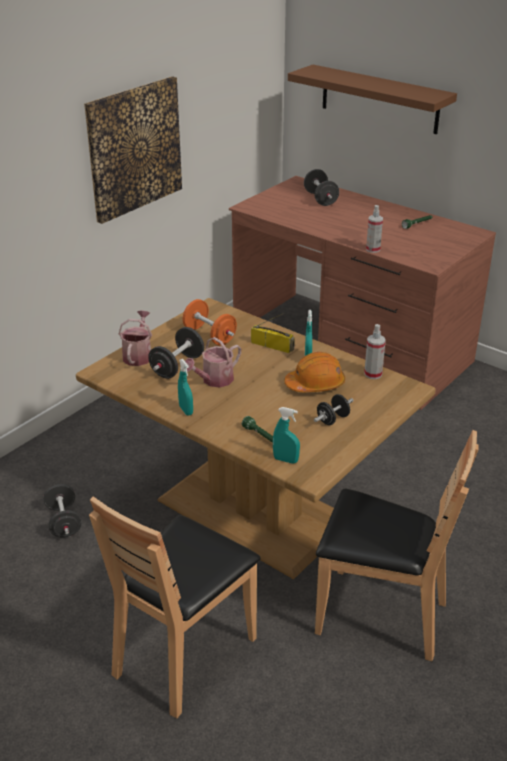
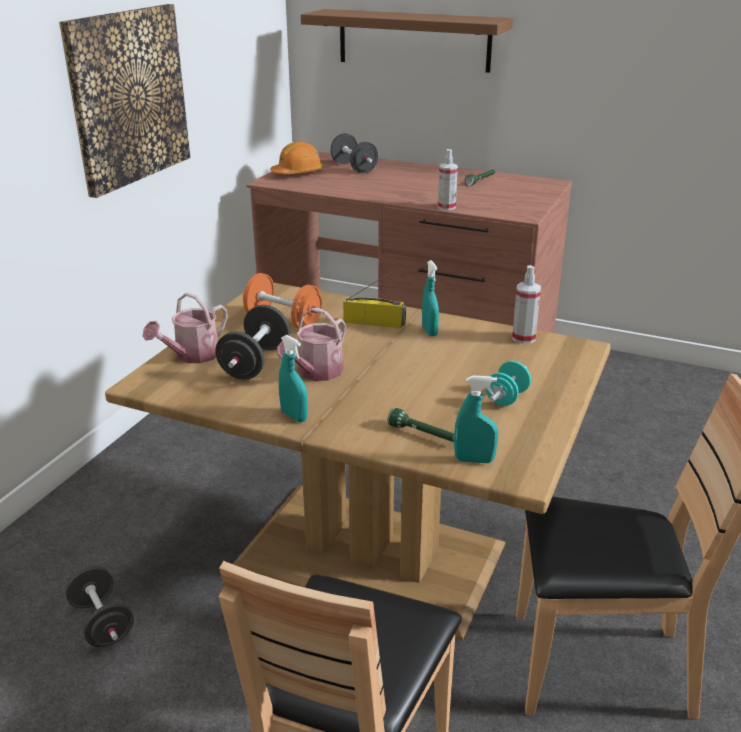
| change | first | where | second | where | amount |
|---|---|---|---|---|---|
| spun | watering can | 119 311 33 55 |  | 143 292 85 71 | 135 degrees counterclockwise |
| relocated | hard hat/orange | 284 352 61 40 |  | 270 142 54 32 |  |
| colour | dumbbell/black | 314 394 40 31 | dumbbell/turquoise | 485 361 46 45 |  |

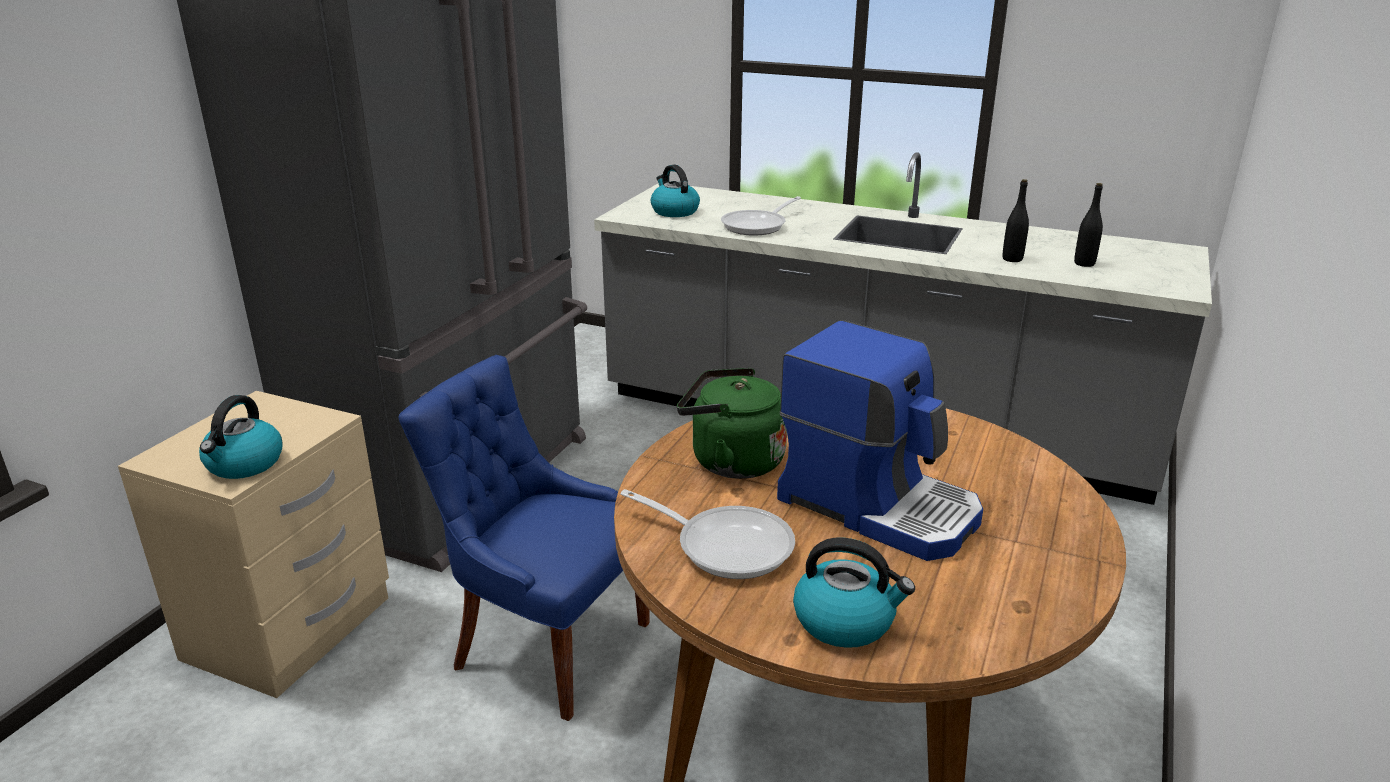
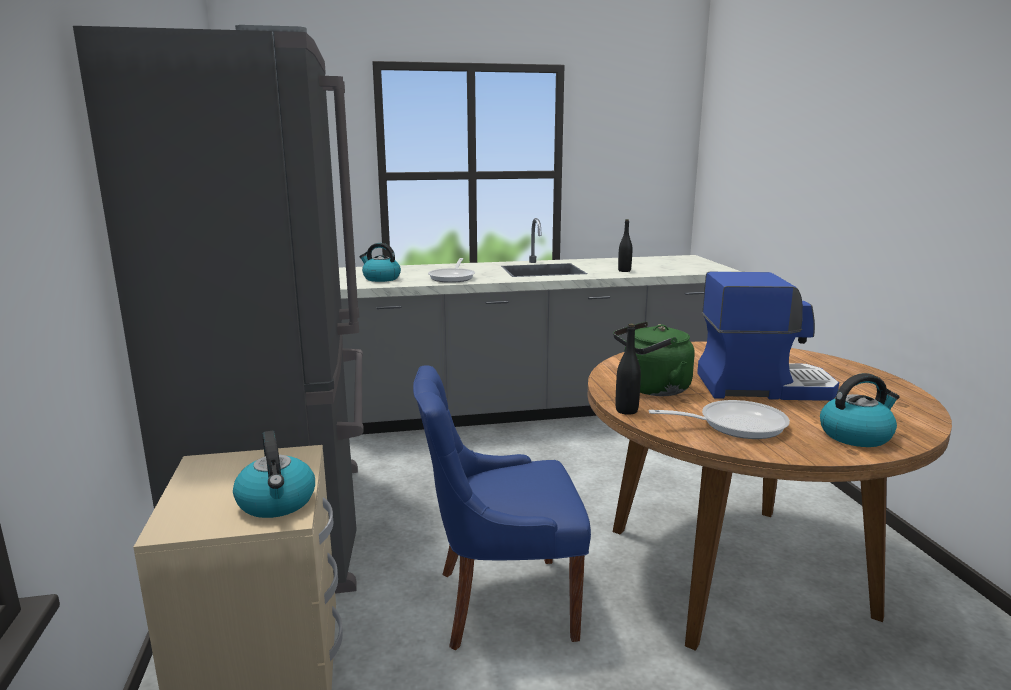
| change | first | where | second | where | amount |
|---|---|---|---|---|---|
| relocated | bottle/black | 1074 183 29 84 |  | 616 324 25 91 |  |

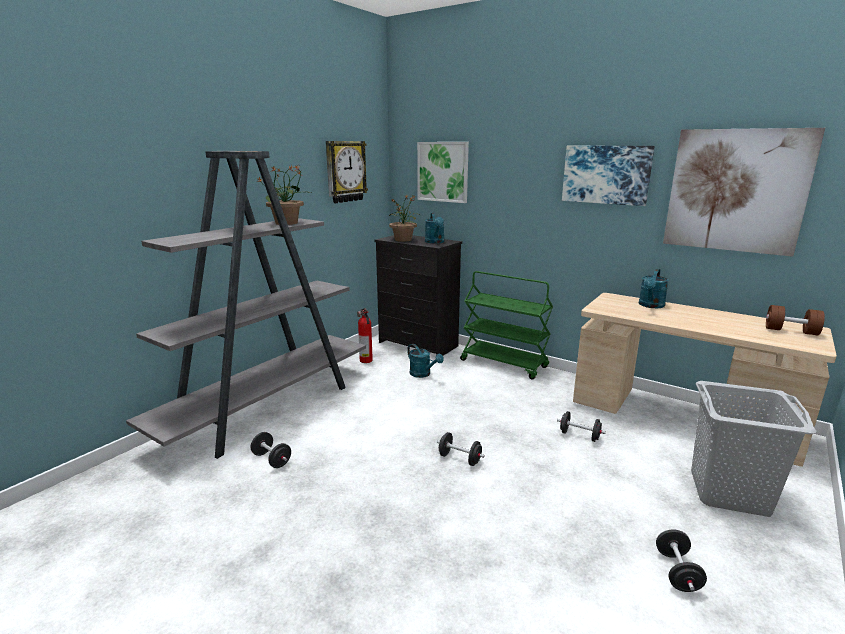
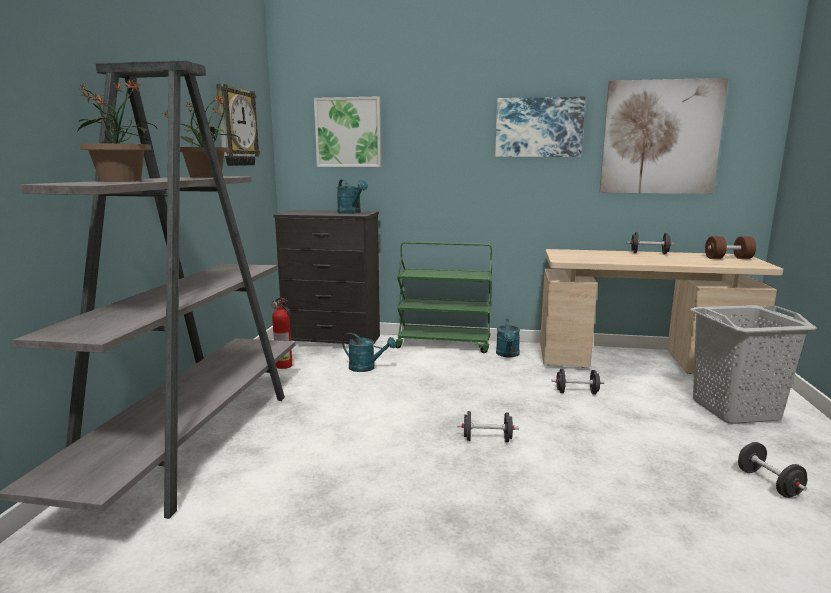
| change | first | where | second | where | amount |
|---|---|---|---|---|---|
| relocated | potted plant | 388 195 33 47 |  | 78 80 80 102 |  |
| relocated | watering can/turquoise | 639 269 30 39 |  | 496 319 24 39 |  |
| relocated | dumbbell/black | 251 432 40 36 |  | 627 232 48 22 |  |

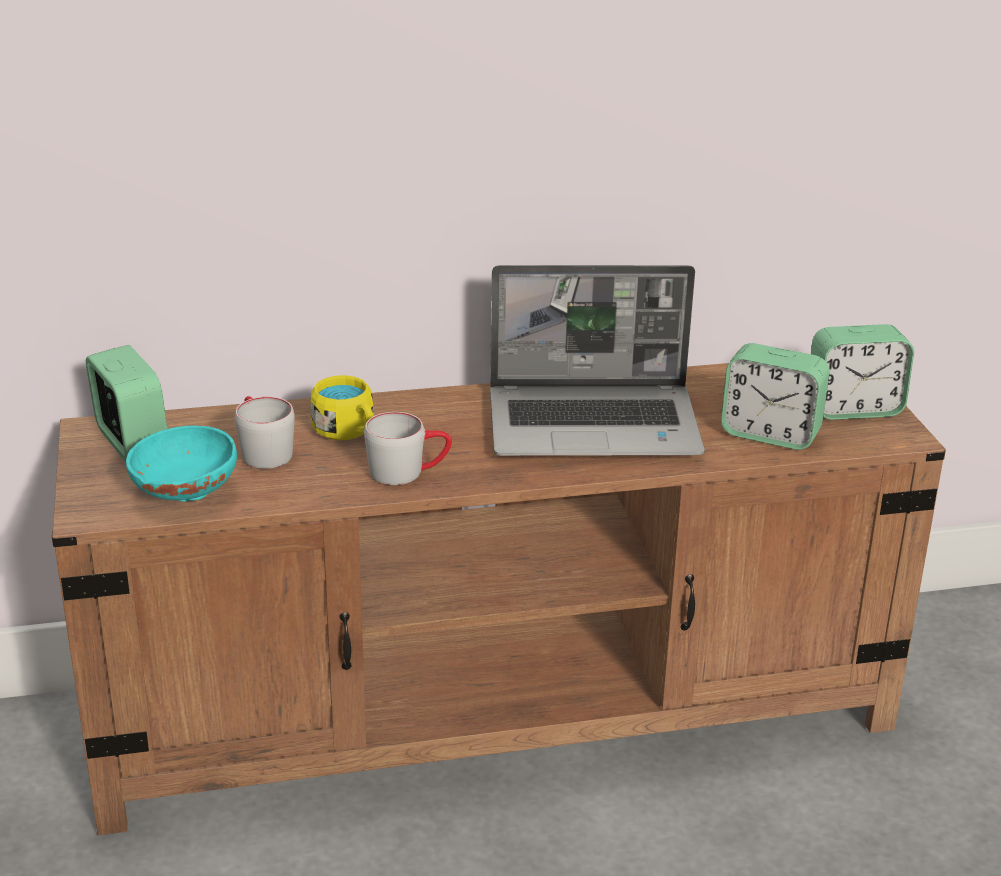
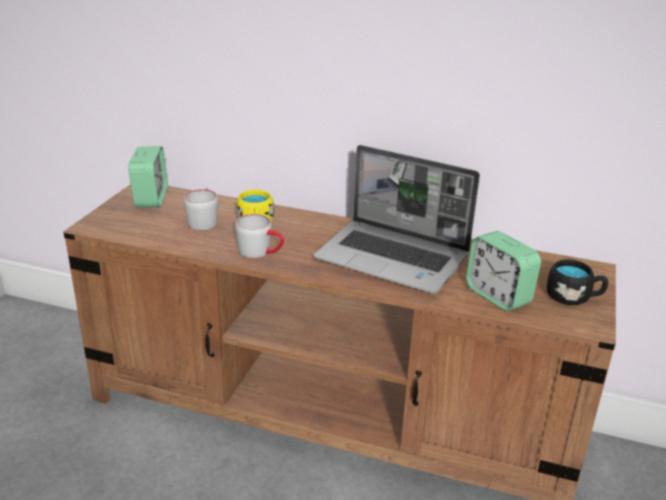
| change | first | where | second | where | amount |
|---|---|---|---|---|---|
| exchanged | alarm clock | 811 324 103 96 | mug/black | 547 259 61 46 |  |
| missing | bowl/turquoise | 126 425 111 77 |  |  |  |

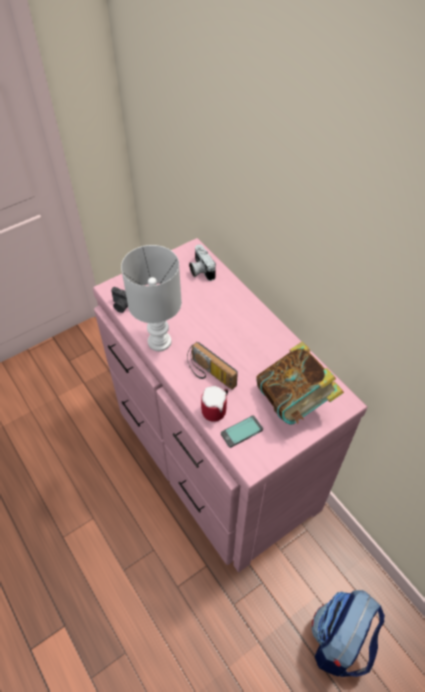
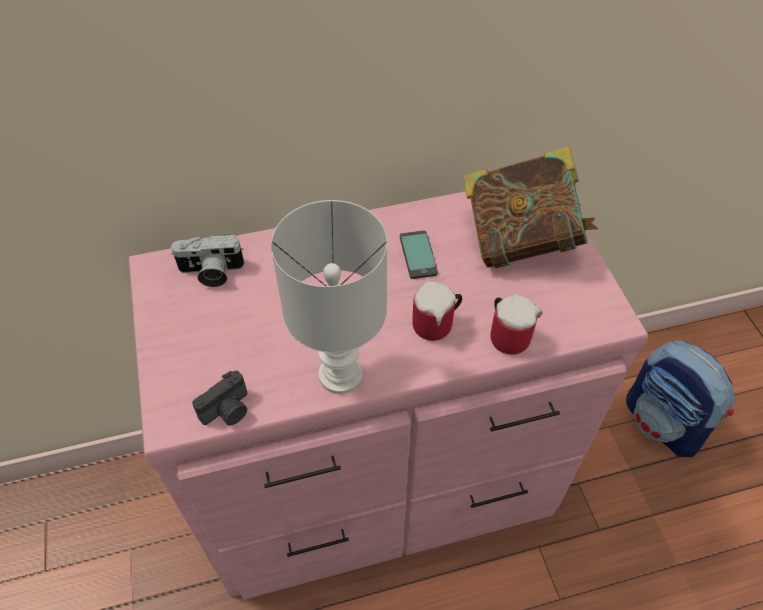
| change | first | where | second | where | amount |
|---|---|---|---|---|---|
| exchanged | radio | 187 342 51 48 | mug | 412 281 50 60 |  |
| relocated | phone | 221 415 42 33 |  | 400 230 38 49 |  |

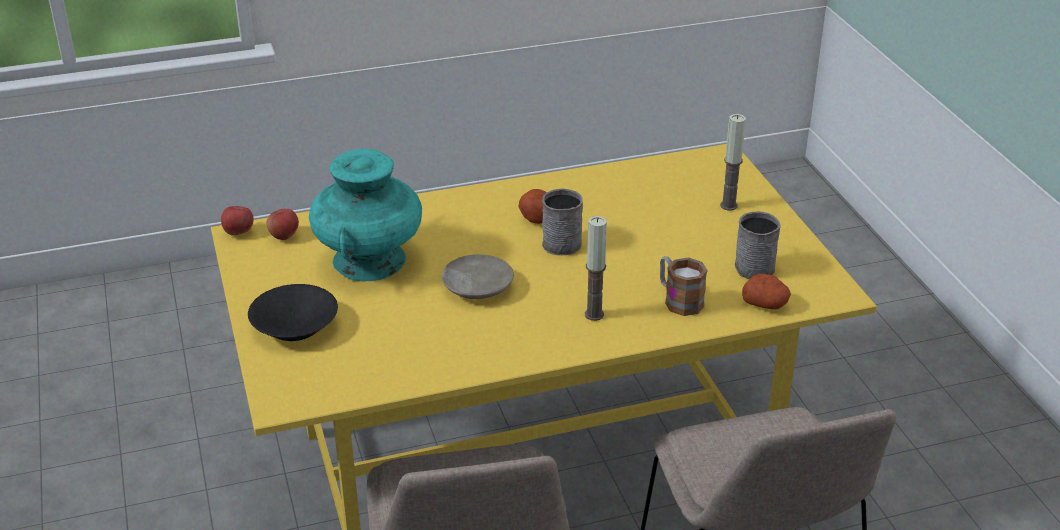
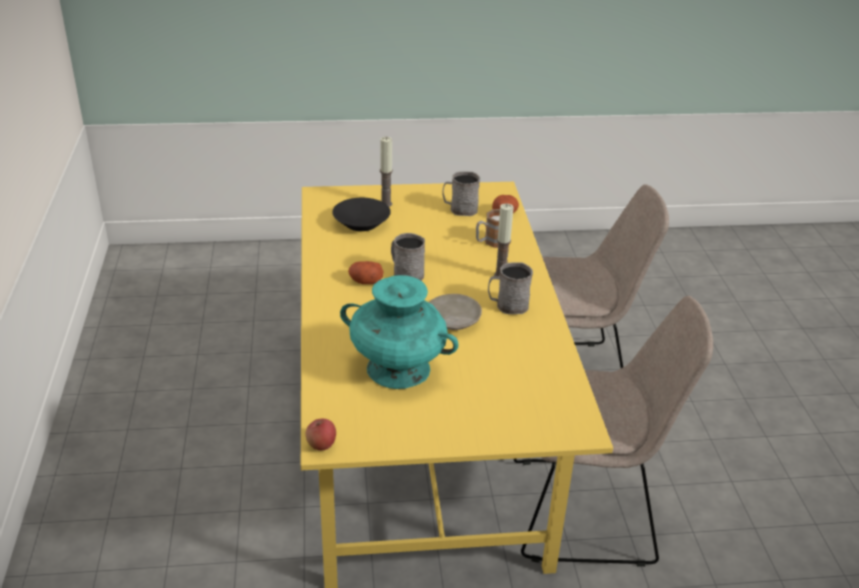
| change | first | where | second | where | amount |
|---|---|---|---|---|---|
| missing | apple | 267 209 32 31 |  |  |  |
| relocated | bowl/black | 248 284 90 57 |  | 332 198 59 33 |  |
| appeared |  |  | mug/grey | 488 262 45 52 |  |

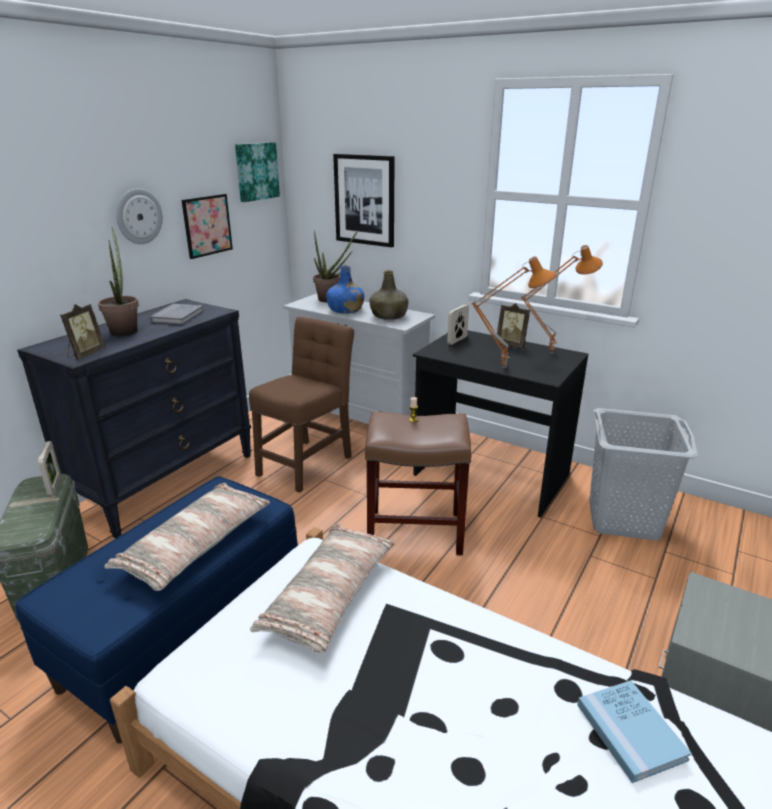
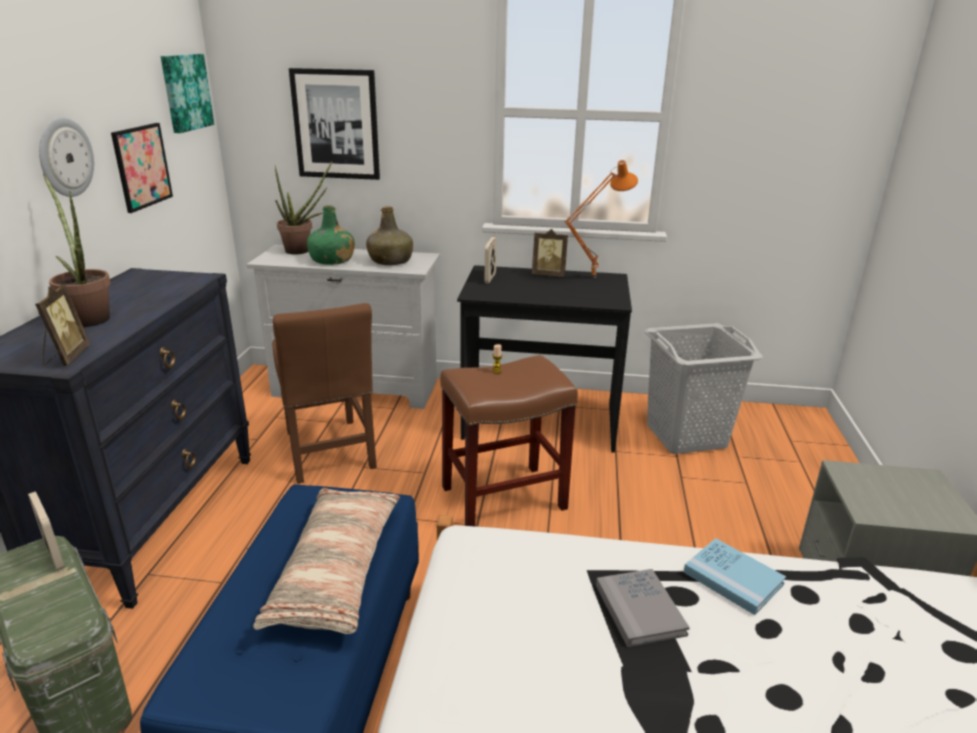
| change | first | where | second | where | amount |
|---|---|---|---|---|---|
| missing | table lamp/orange | 472 256 84 112 |  |  |  |
| colour | bottle/blue | 326 265 38 49 | bottle/green | 307 205 48 60 |  |
| relocated | book/grey | 150 304 54 21 |  | 596 569 94 78 |  |
| spun | chair/brown | 249 317 105 176 |  | 272 303 105 181 | 150 degrees clockwise |
| missing | pillow | 250 524 145 130 |  |  |  |
| relocated | book/blue | 577 680 114 103 |  | 684 538 102 77 |  |

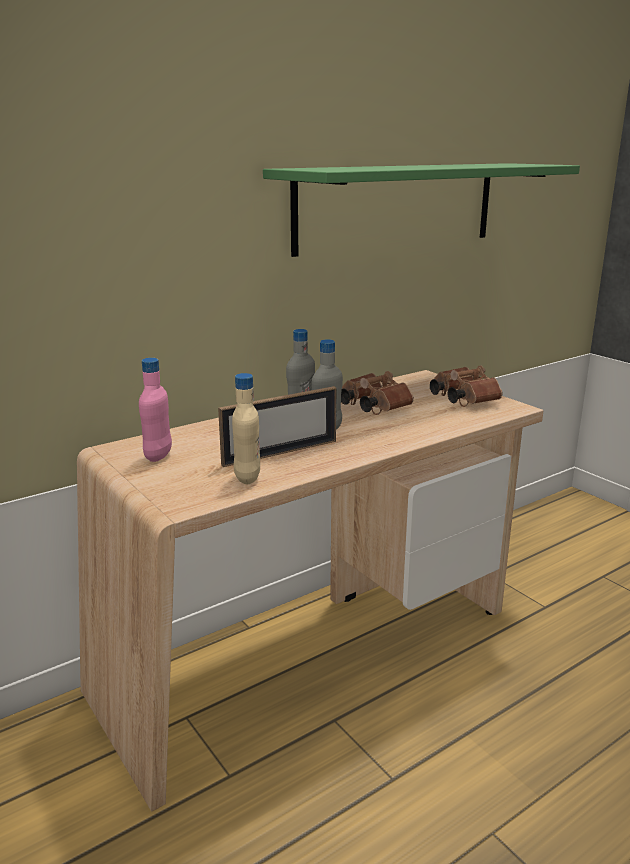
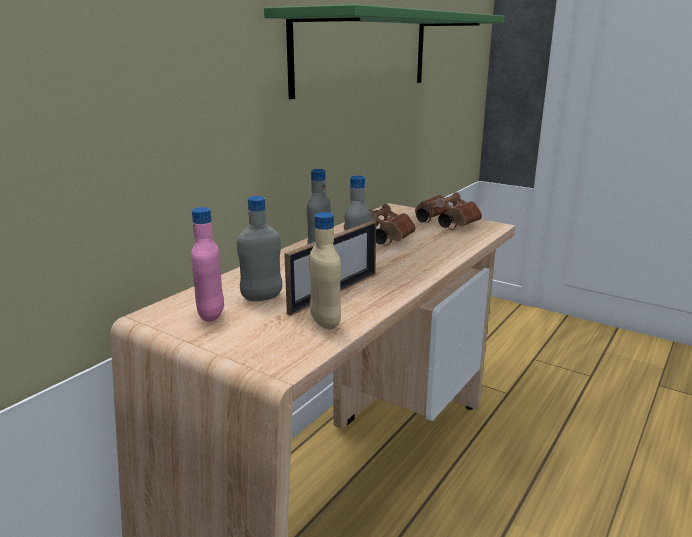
| change | first | where | second | where | amount |
|---|---|---|---|---|---|
| appeared |  |  | bottle/grey | 237 196 45 105 |  |

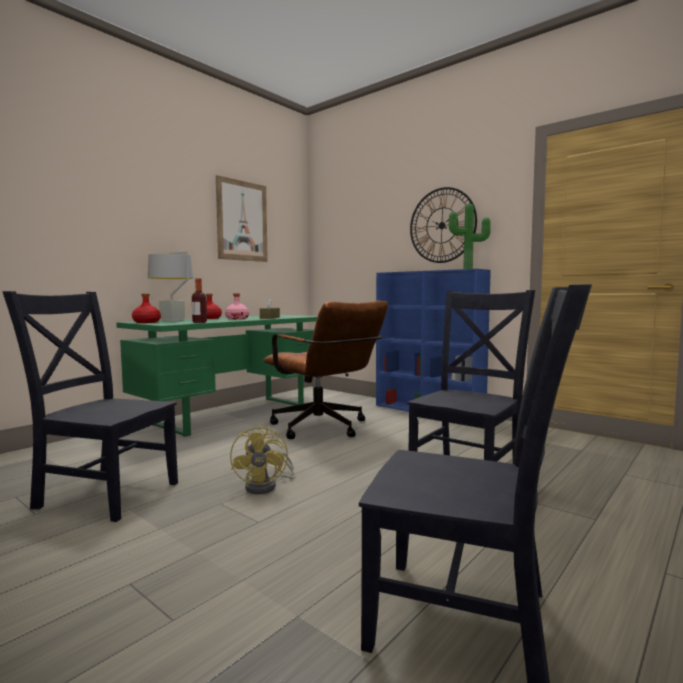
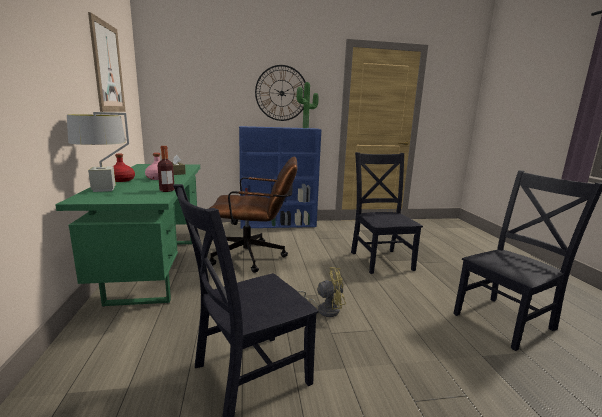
| change | first | where | second | where | amount |
|---|---|---|---|---|---|
| missing | bottle/red | 132 293 29 30 |  |  |  |
| spun | fan/yellow | 230 425 65 69 |  | 297 267 49 50 | 45 degrees counterclockwise |

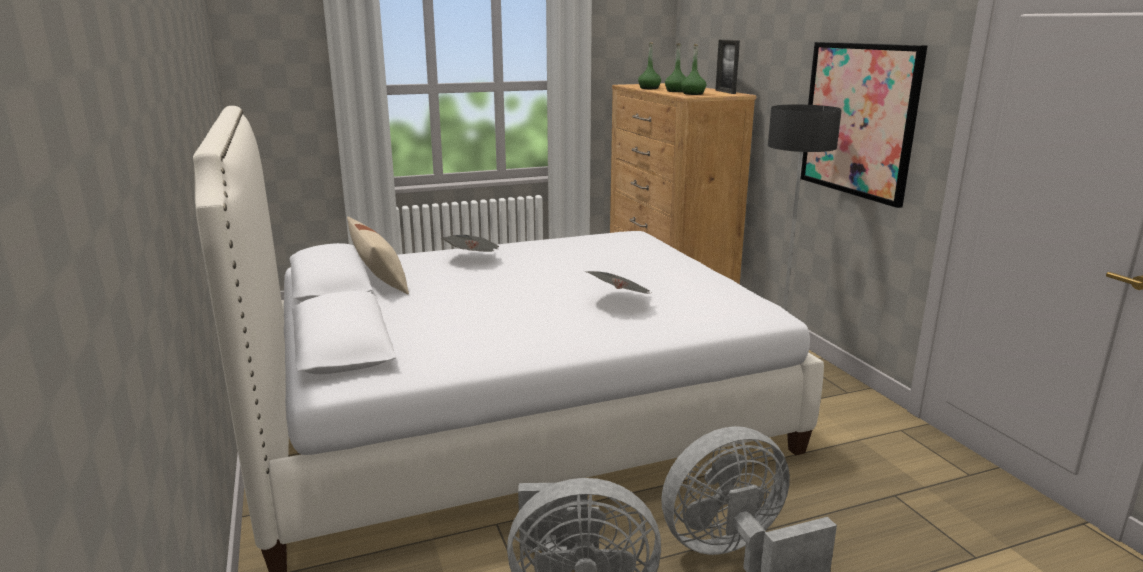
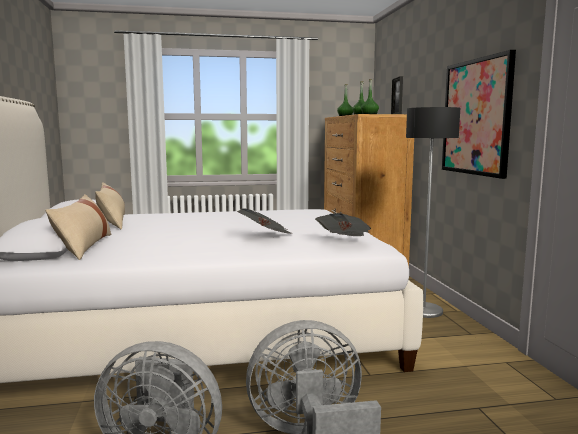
| change | first | where | second | where | amount |
|---|---|---|---|---|---|
| relocated | newspaper | 440 235 59 17 |  | 315 213 56 23 |  |
| appeared |  |  | pillow/beige | 45 194 67 66 |  |

